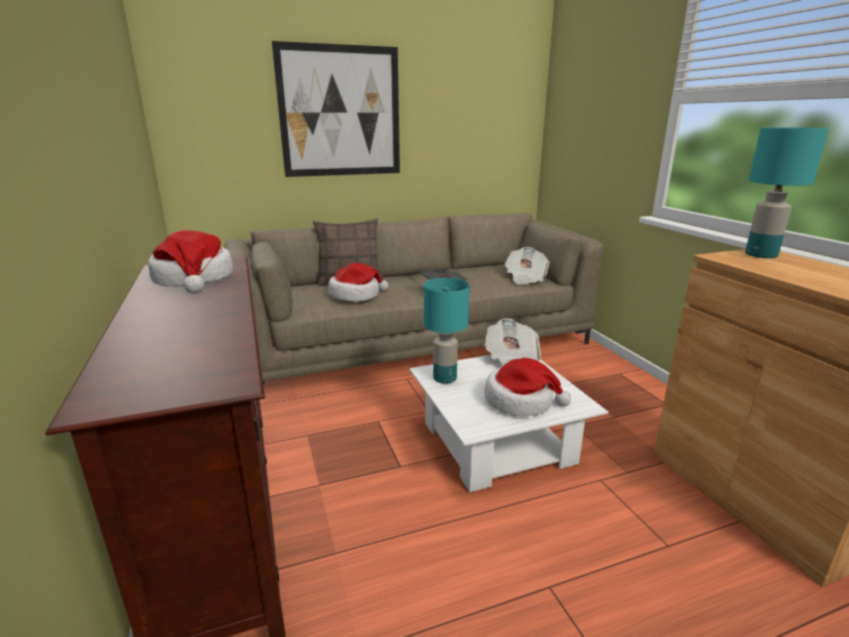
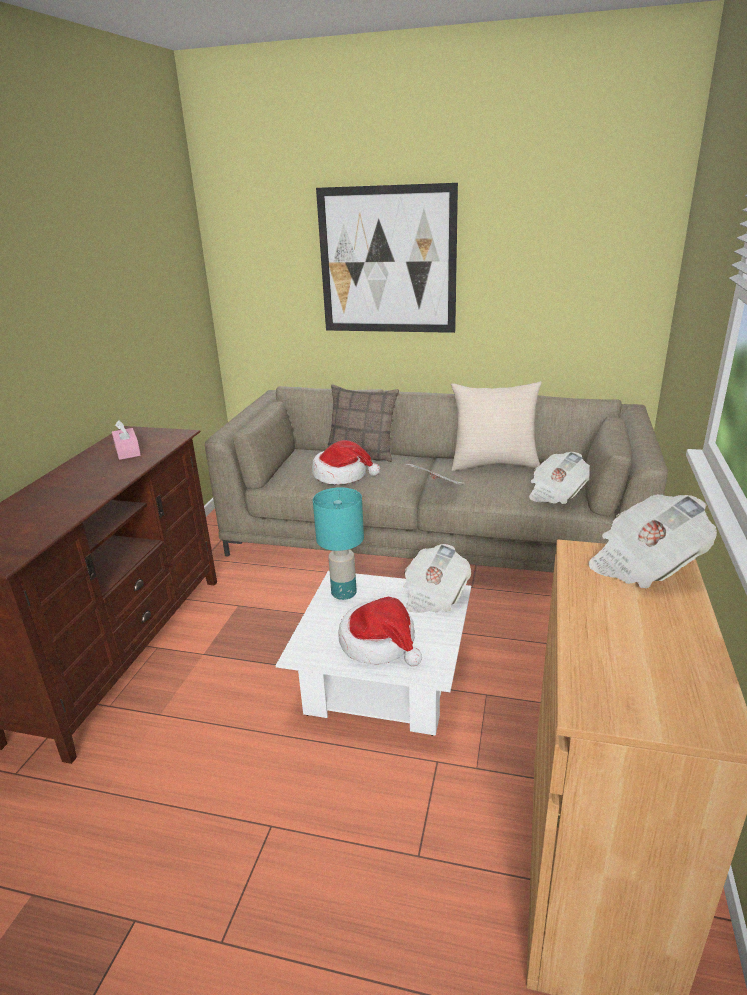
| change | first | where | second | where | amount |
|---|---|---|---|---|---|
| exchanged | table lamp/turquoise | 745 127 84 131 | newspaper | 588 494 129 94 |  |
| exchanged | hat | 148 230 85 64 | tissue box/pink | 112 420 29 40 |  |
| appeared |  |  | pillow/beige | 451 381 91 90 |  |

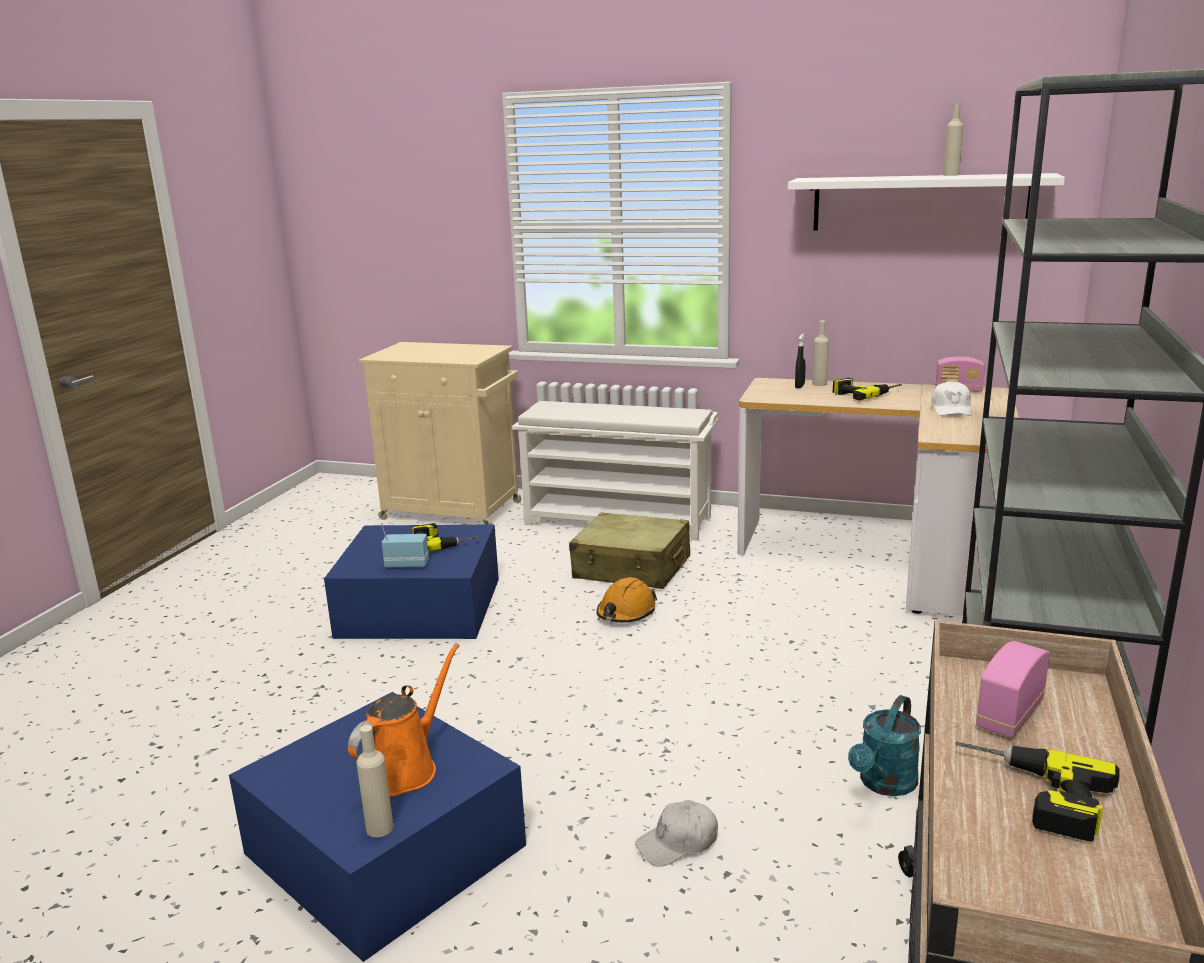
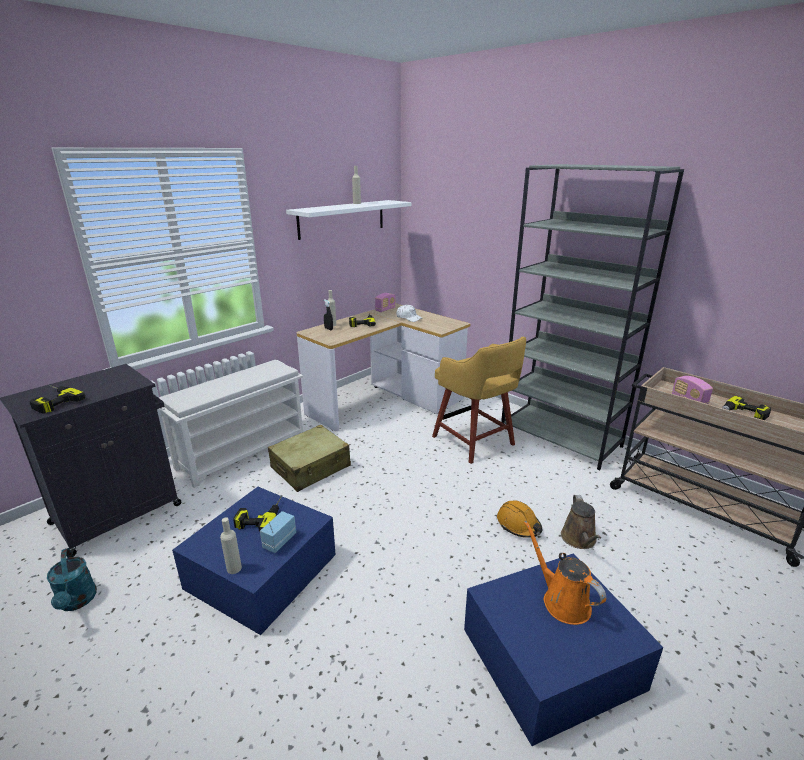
| change | first | where | second | where | amount |
|---|---|---|---|---|---|
| colour | cabinet/beige | 359 342 163 183 | cabinet/black | 0 364 181 192 |  |
| relocated | hard hat/orange | 596 577 61 45 |  | 497 500 45 38 |  |
| relocated | watering can/turquoise | 848 695 73 101 |  | 47 548 50 63 |  |
| relocated | bottle/beige | 356 725 37 112 |  | 220 517 22 57 |  |
| exchanged | cap/white | 635 800 83 67 | watering can/brown | 561 495 40 54 |  |
| appeared |  |  | stool/yellow | 432 337 94 127 |  |
| appeared |  |  | power drill | 29 385 57 29 |  |

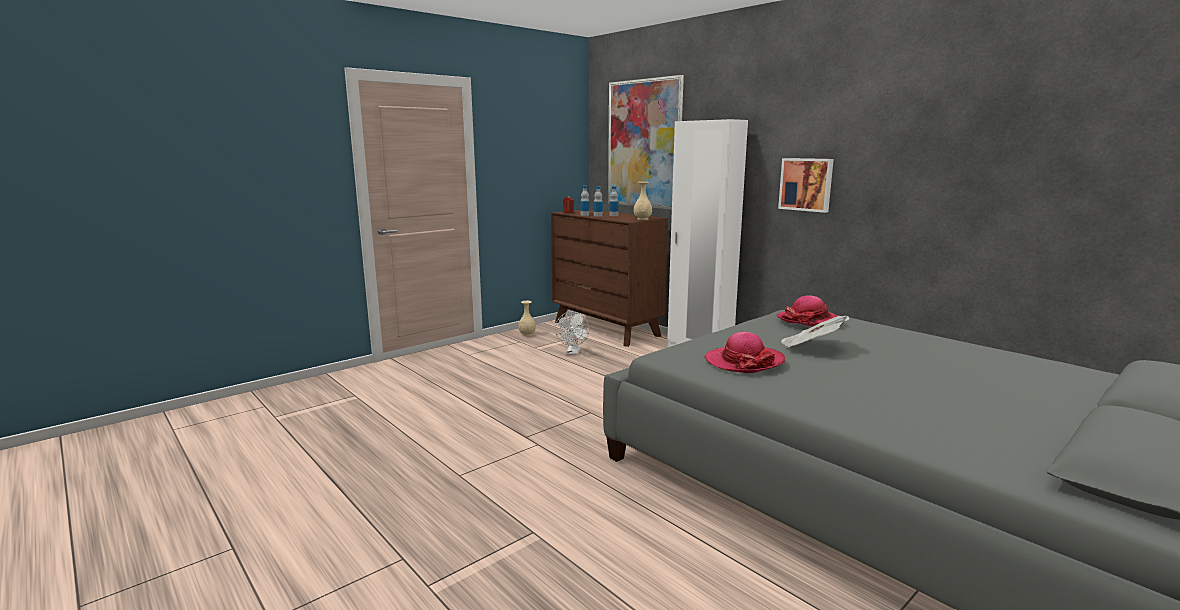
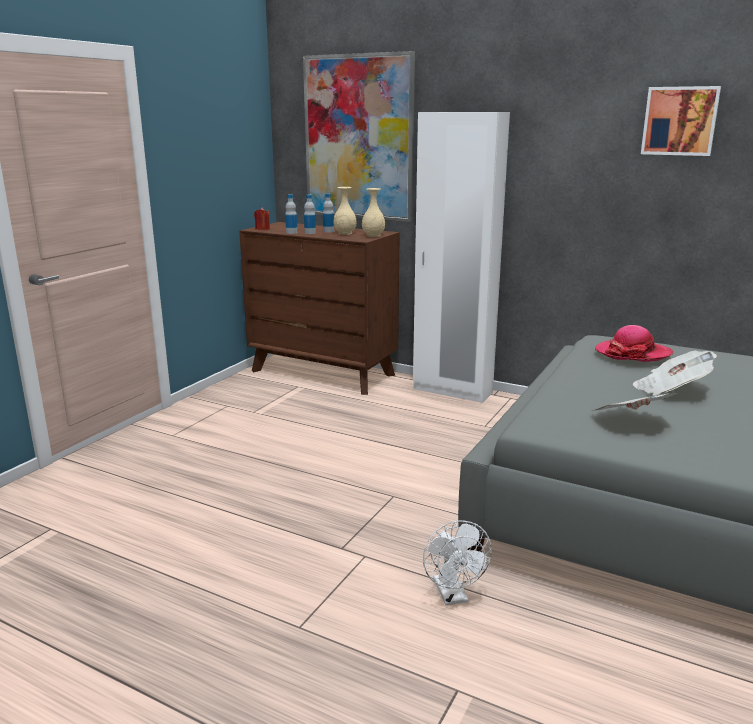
| change | first | where | second | where | amount |
|---|---|---|---|---|---|
| relocated | picture | 778 158 56 55 |  | 641 86 80 70 |  |
| relocated | vase/beige | 518 301 18 35 |  | 333 187 24 48 |  |
| relocated | fan/white | 555 311 34 44 |  | 423 521 69 84 |  |
| exchanged | hat | 704 331 81 42 | newspaper | 593 393 85 18 |  |

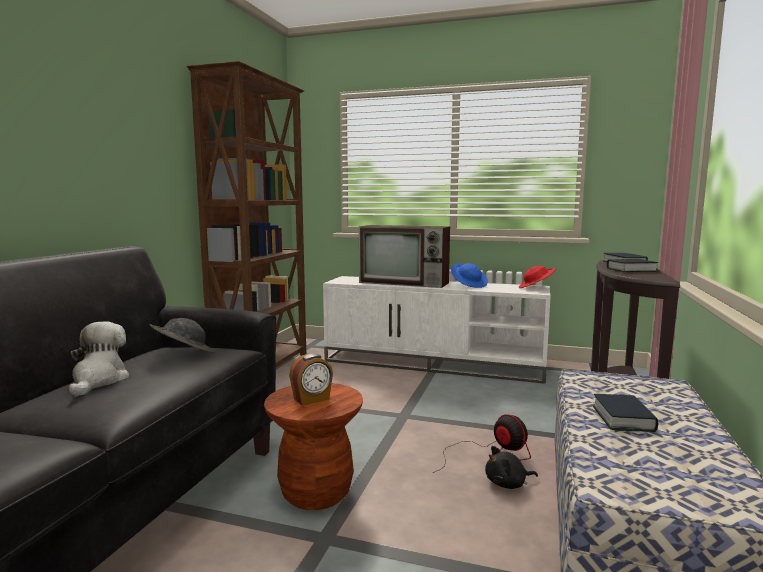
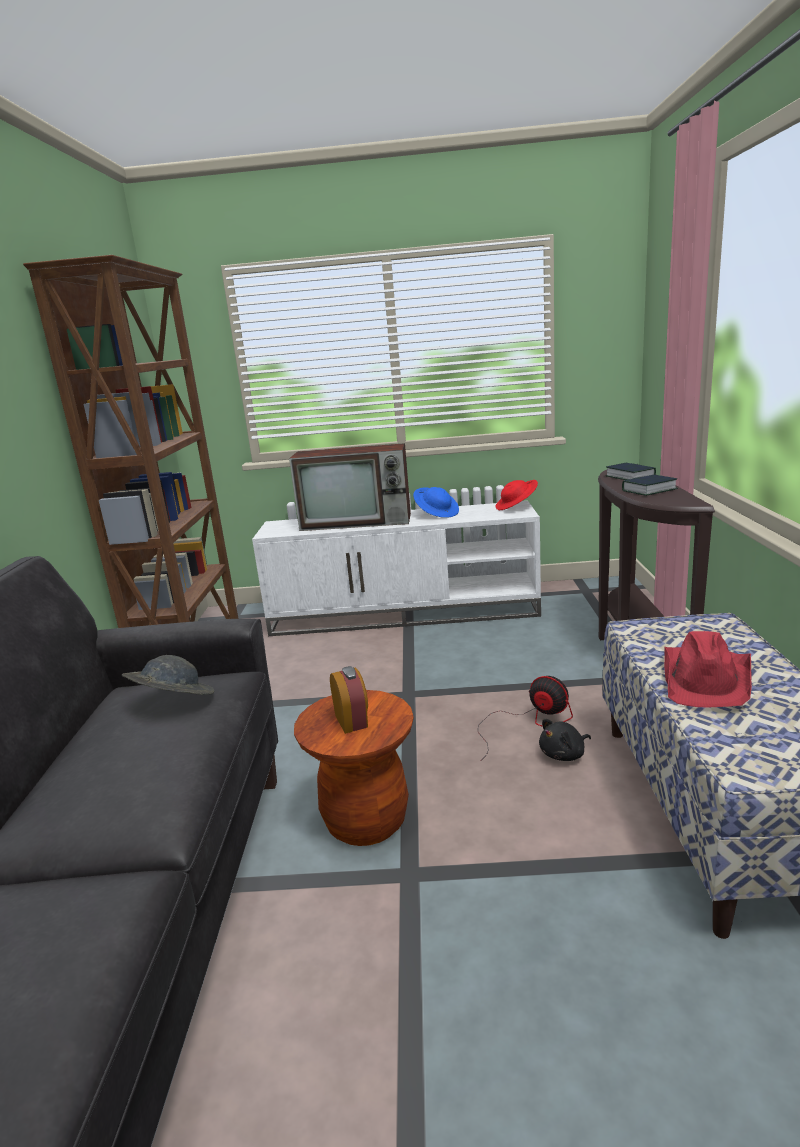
| change | first | where | second | where | amount |
|---|---|---|---|---|---|
| missing | plush toy | 69 321 60 76 |  |  |  |
| spun | alarm clock | 289 354 44 52 |  | 330 666 38 68 | 60 degrees counterclockwise |
| exchanged | book | 593 394 65 38 | hat/red | 664 631 88 77 |  |

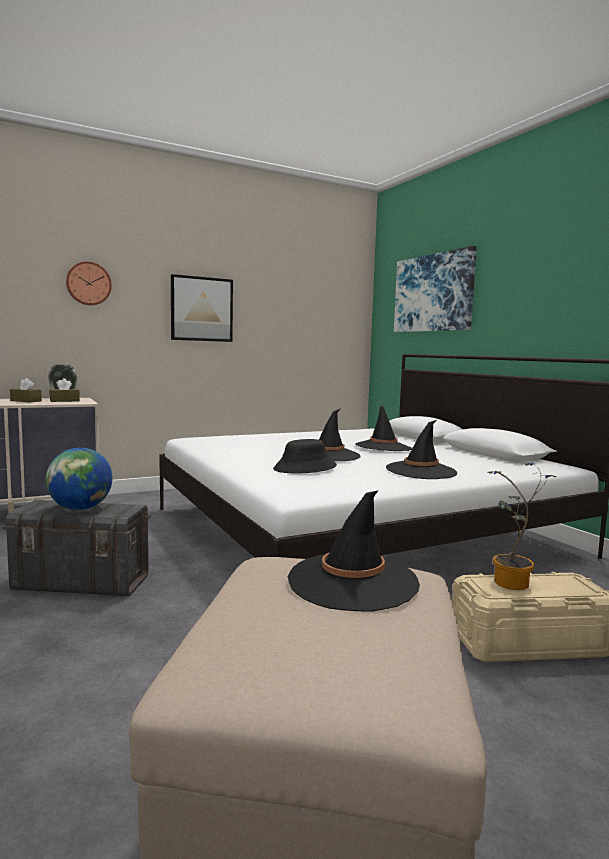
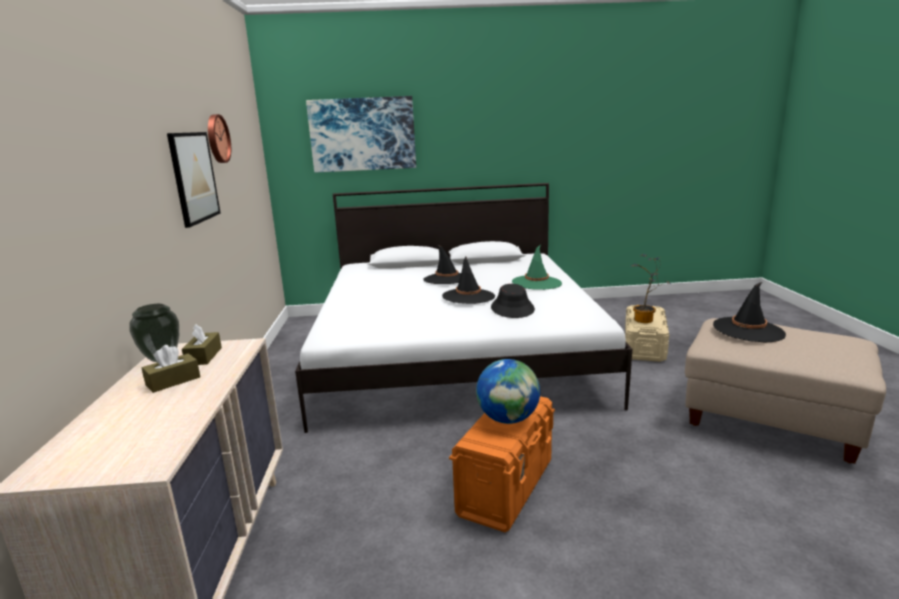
| change | first | where | second | where | amount |
|---|---|---|---|---|---|
| relocated | wall clock | 66 261 46 44 |  | 208 114 23 49 |  |
| colour | hat/black | 386 420 71 59 | hat/green | 512 246 50 44 |  |
| colour | storage box/grey | 3 500 148 96 | storage box/orange | 449 396 106 136 |  |

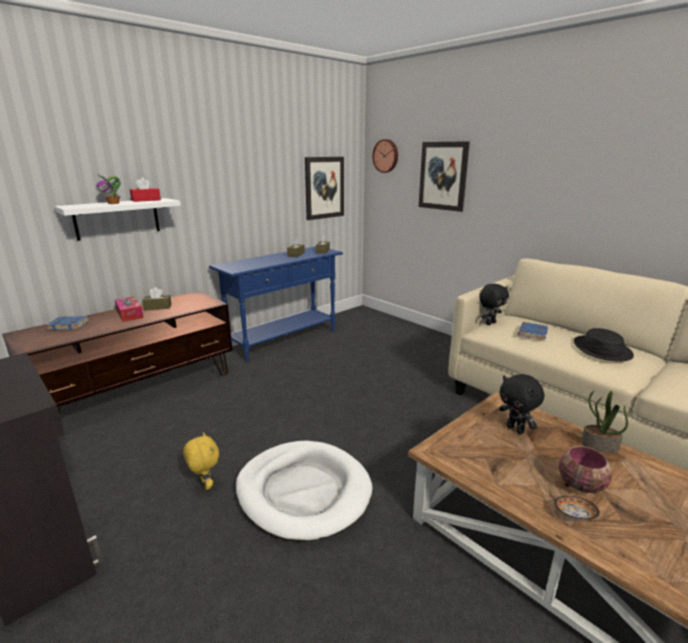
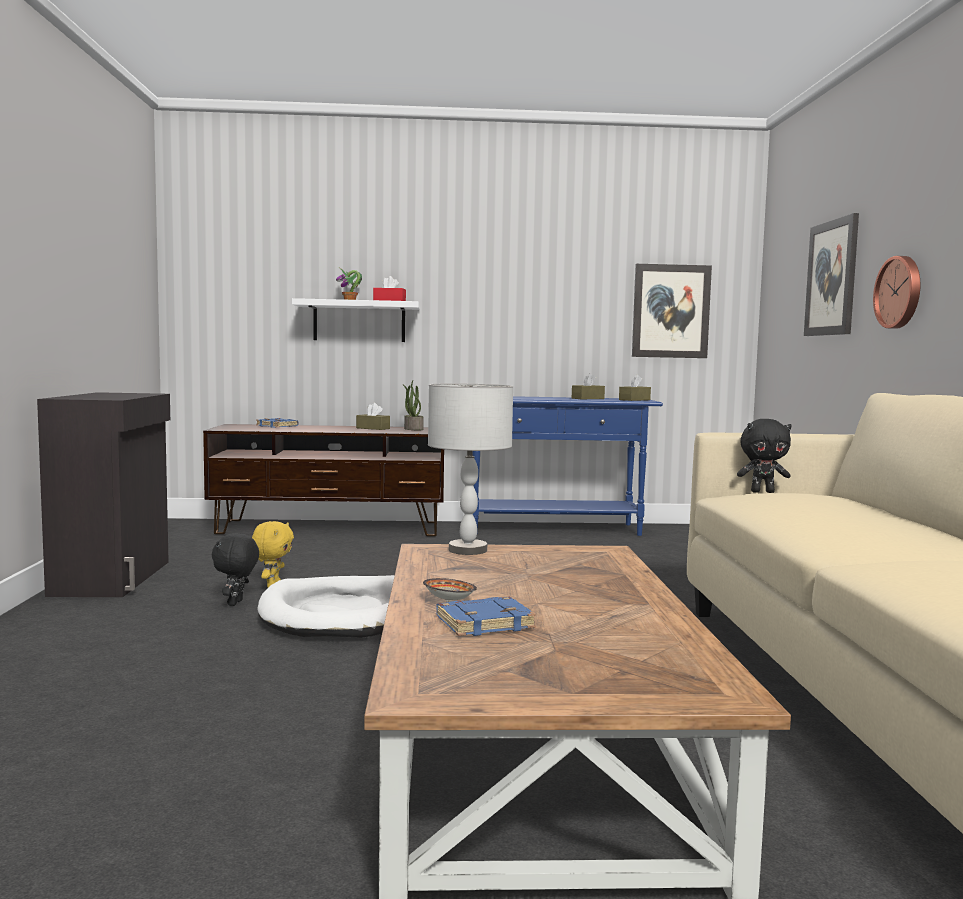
| change | first | where | second | where | amount |
|---|---|---|---|---|---|
| relocated | wall clock | 372 139 26 34 |  | 873 256 47 73 |  |
| missing | tissue box | 115 297 28 25 |  |  |  |
| relocated | book/blue | 518 322 30 19 |  | 436 597 100 39 |  |
| missing | hat/black | 574 328 60 34 |  |  |  |
| relocated | plush toy/black | 499 374 45 60 |  | 212 533 47 73 |  |
| relocated | potted plant | 581 391 47 62 |  | 402 381 22 49 |  |
| missing | bowl | 559 446 53 47 |  |  |  |
| appeared |  |  | table lamp/grey | 428 383 85 172 |  |

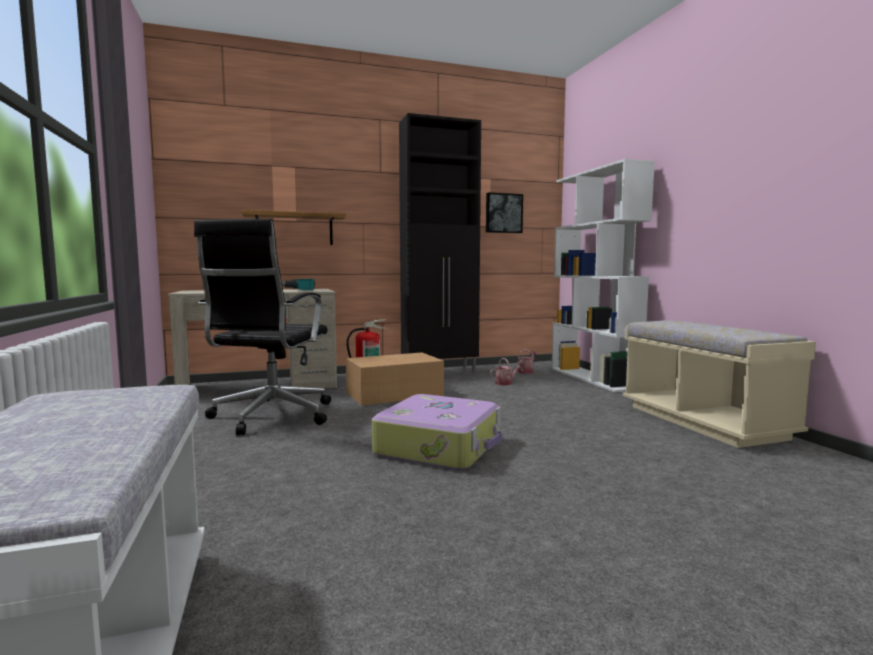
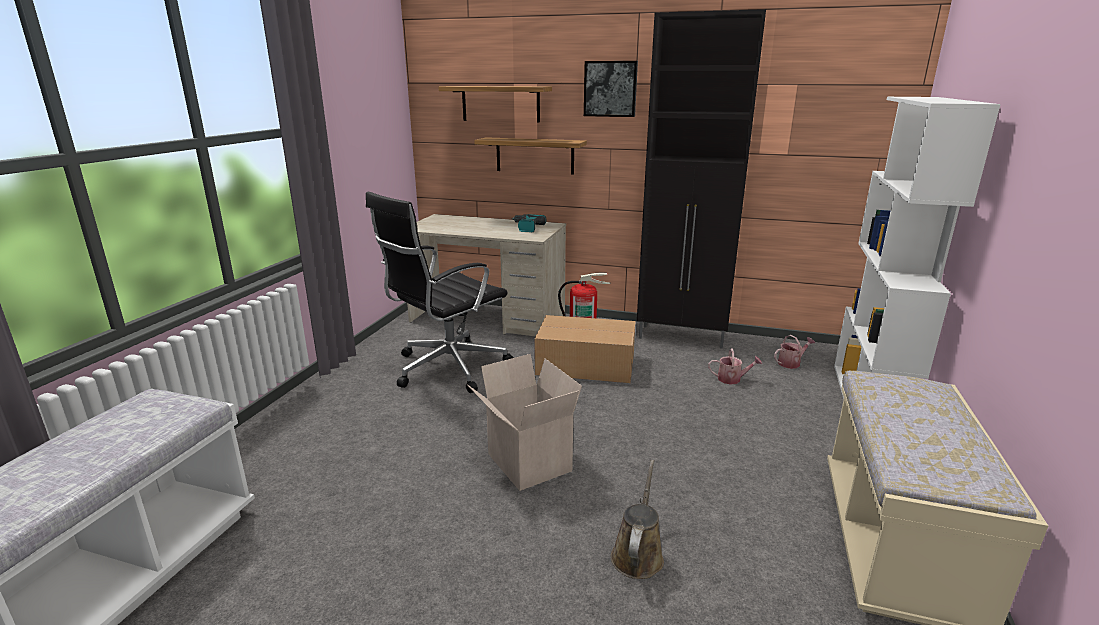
| change | first | where | second | where | amount |
|---|---|---|---|---|---|
| relocated | picture | 486 192 37 41 |  | 584 61 54 56 |  |
| exchanged | suitcase | 372 394 130 76 | cardboard box | 467 354 115 137 |  |
| appeared |  |  | shelf | 438 86 114 36 |  |
| appeared |  |  | watering can/brown | 611 460 53 119 |  |

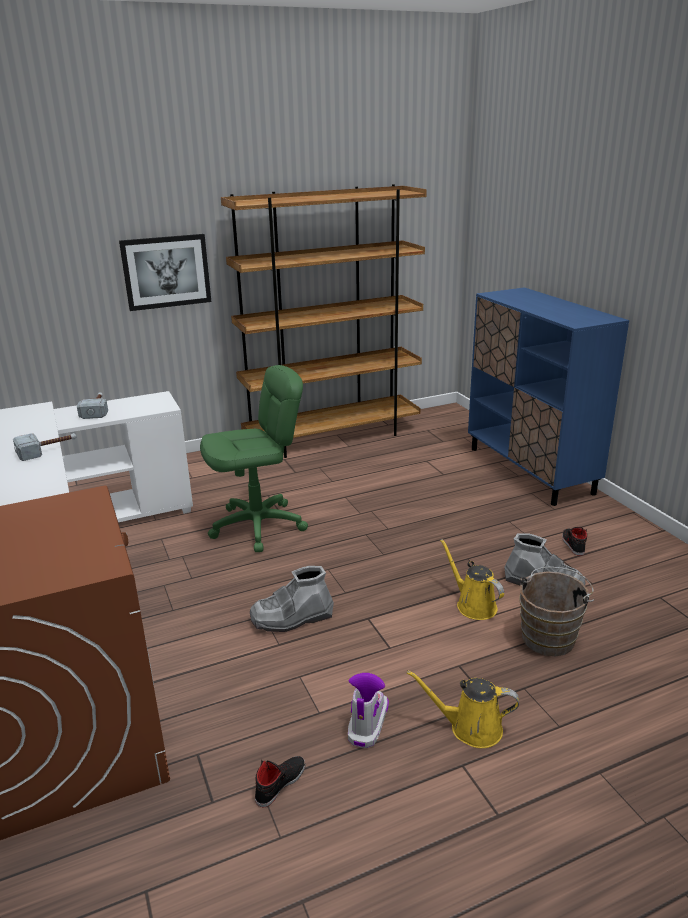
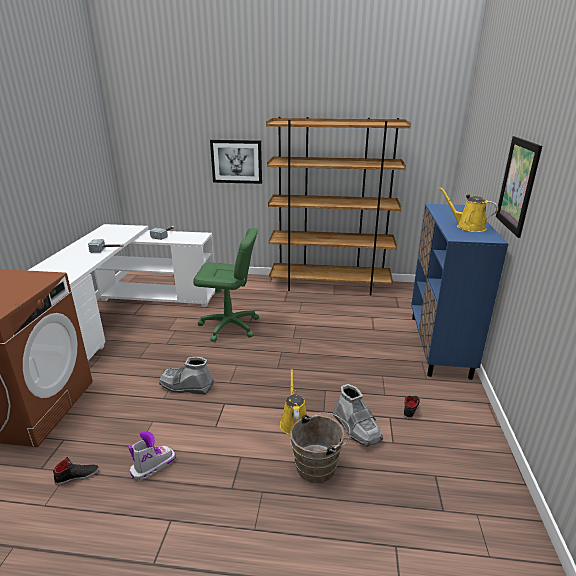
| change | first | where | second | where | amount |
|---|---|---|---|---|---|
| relocated | watering can/yellow | 407 670 112 78 |  | 439 187 59 45 |  |
| appeared |  |  | picture | 496 136 46 102 |  |

